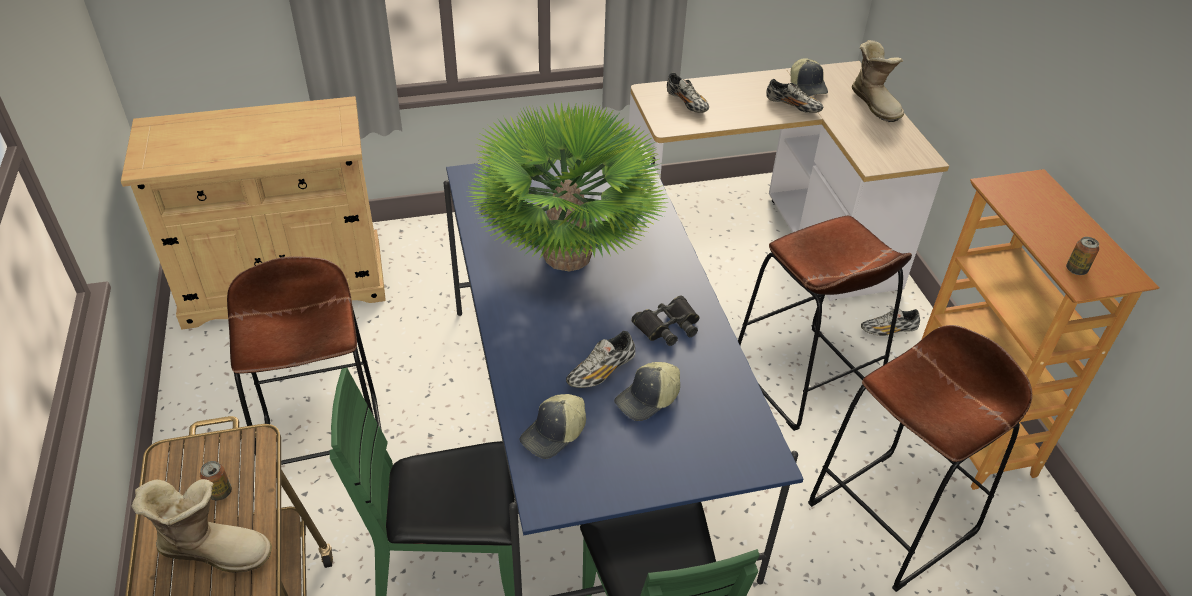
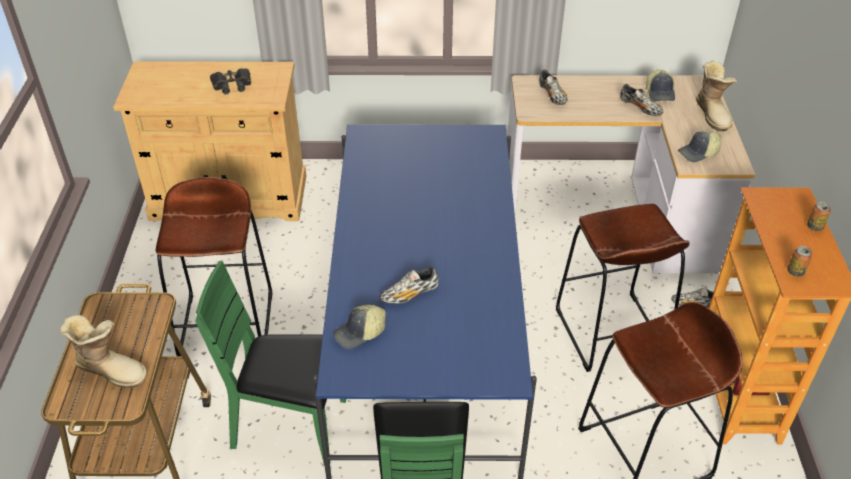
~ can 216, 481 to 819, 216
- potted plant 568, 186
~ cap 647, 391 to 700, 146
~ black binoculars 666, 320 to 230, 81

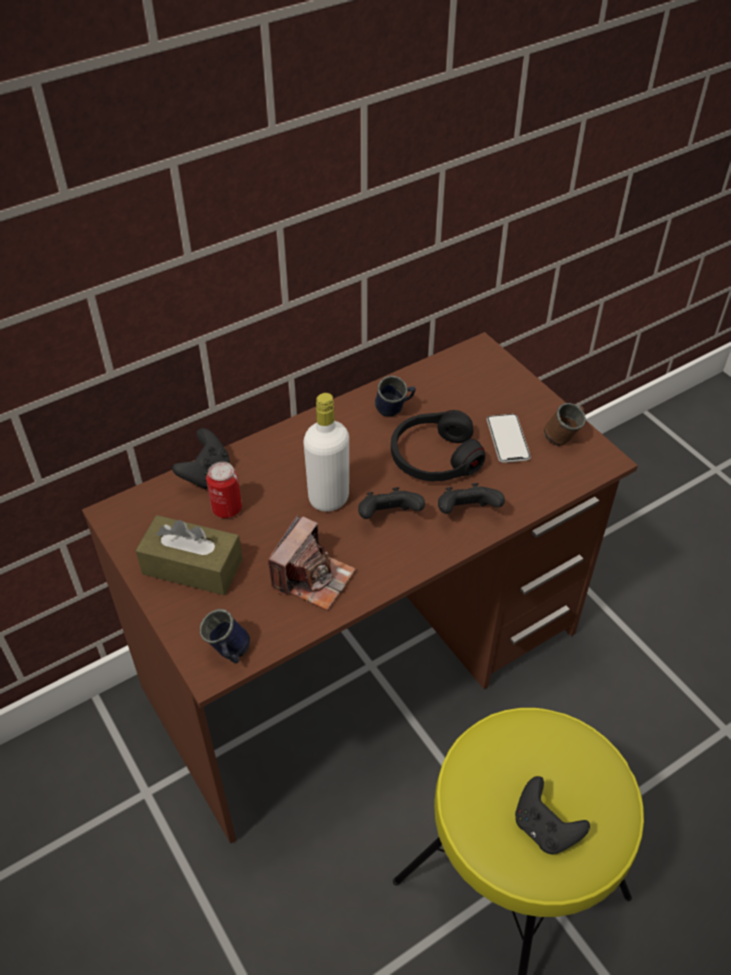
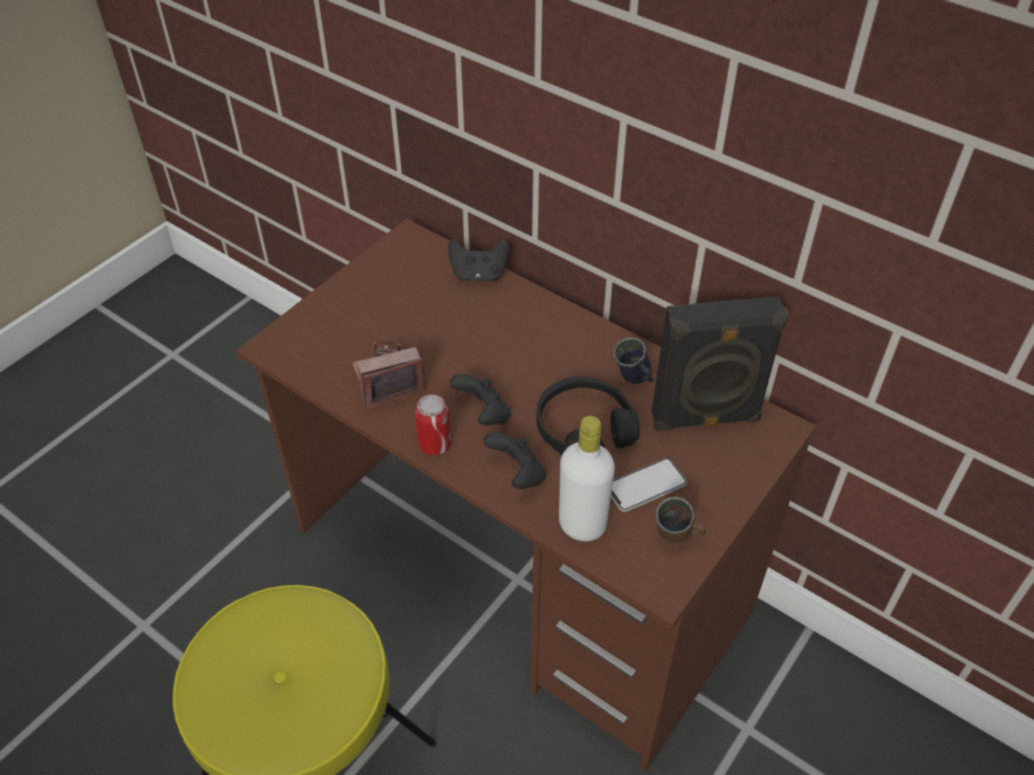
- brown tissue box 189, 555
- blue mug 225, 636
~ can 224, 490 to 433, 425
~ photo camera 312, 562 = 388, 375 150 degrees clockwise
~ white bottle 326, 452 to 587, 478
- black game controller 552, 815
+ black speaker 720, 363

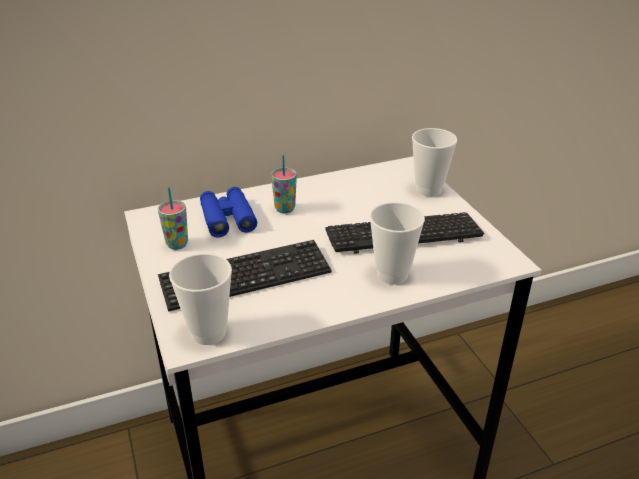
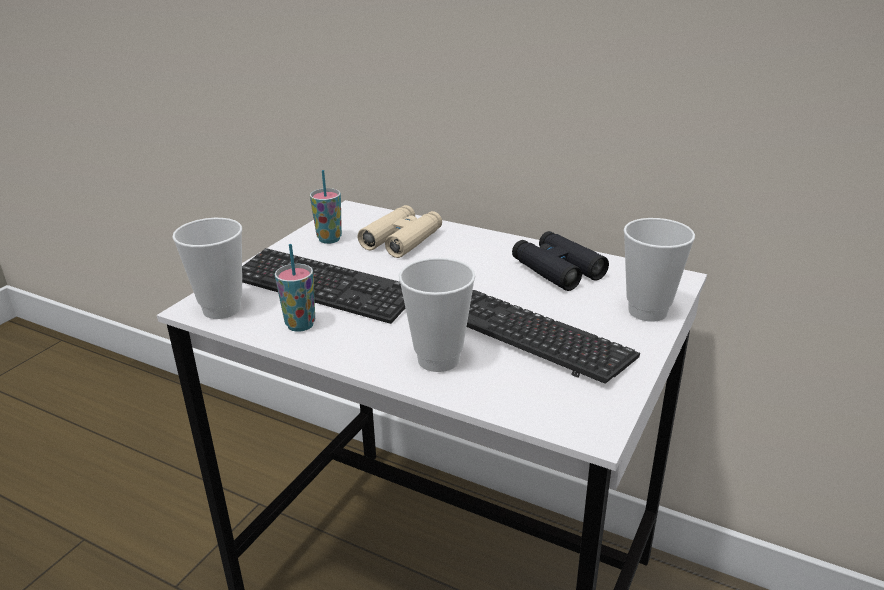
~ blue binoculars 228, 212 to beige binoculars 400, 231
~ cup 284, 184 to 295, 288
+ black binoculars 560, 261

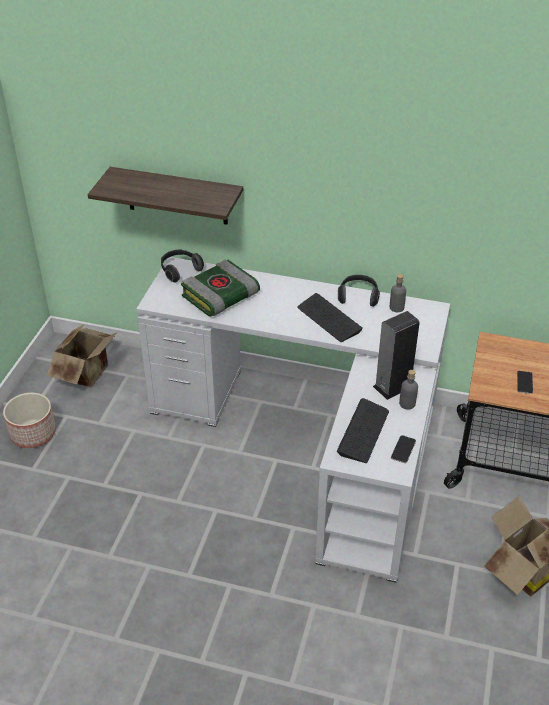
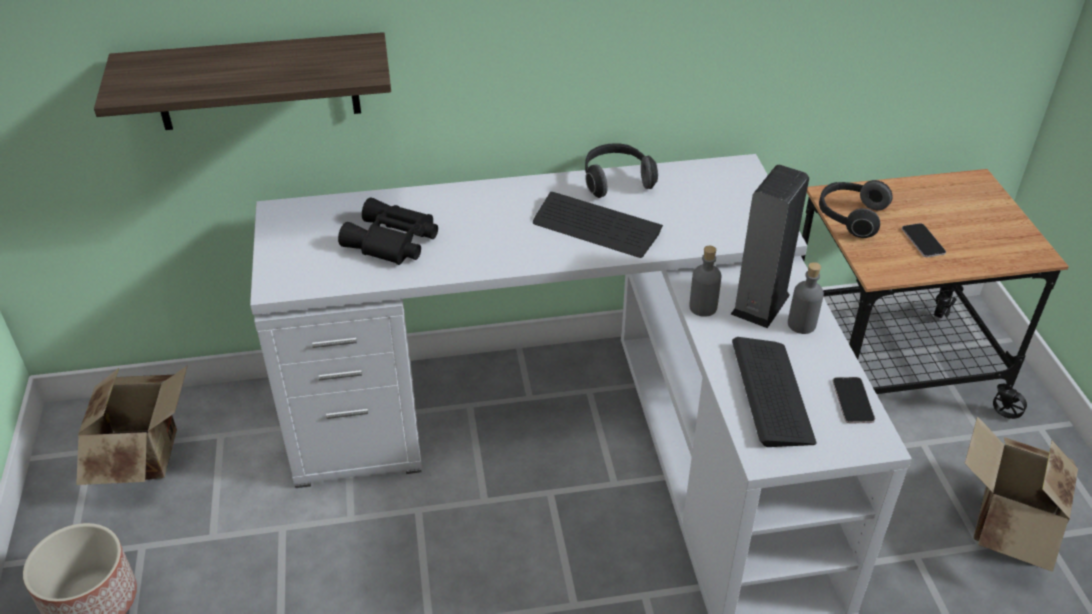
~ headphones 182, 266 to 856, 209
~ book 220, 288 to black binoculars 388, 231
~ grey bottle 398, 293 to 705, 281

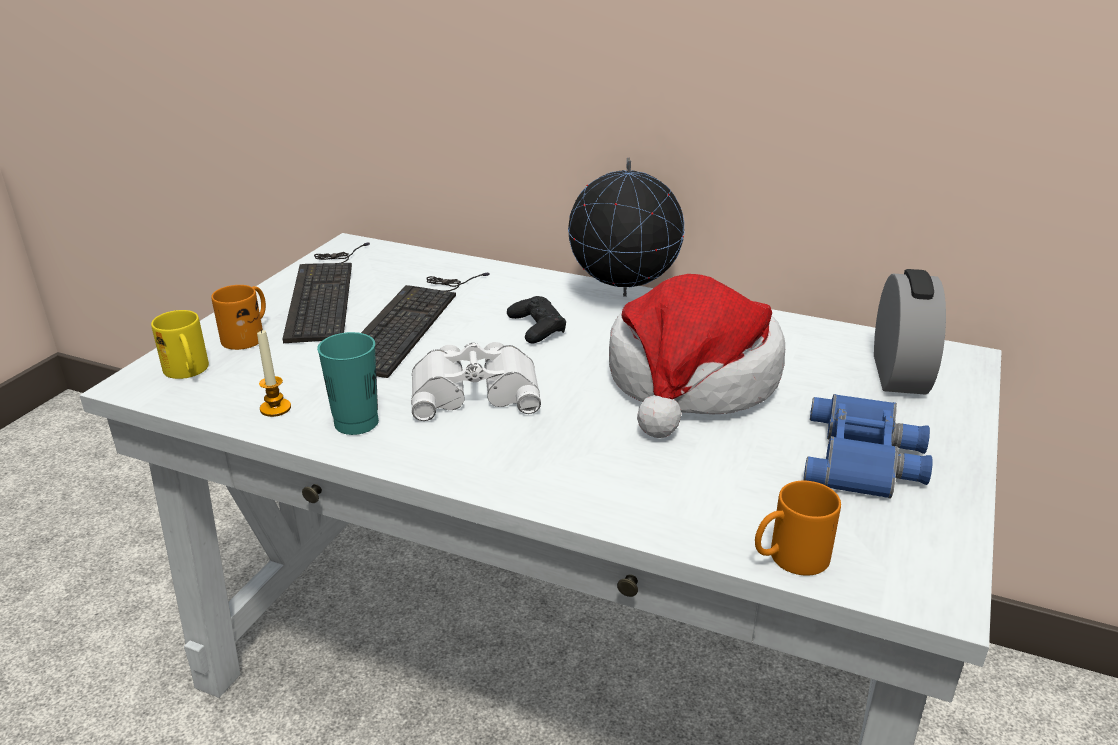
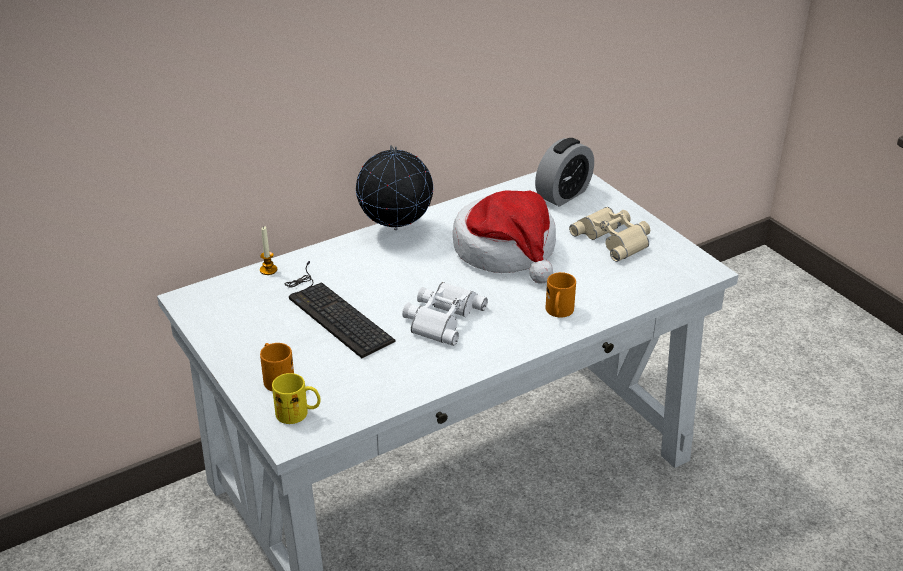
~ candle 274, 373 to 268, 250
- keyboard 326, 292
- turquoise cup 348, 383
- black game controller 536, 320
~ orange mug 798, 528 to 561, 295
~ blue binoculars 868, 446 to beige binoculars 609, 234
~ alarm clock 910, 332 = 564, 172 90 degrees clockwise

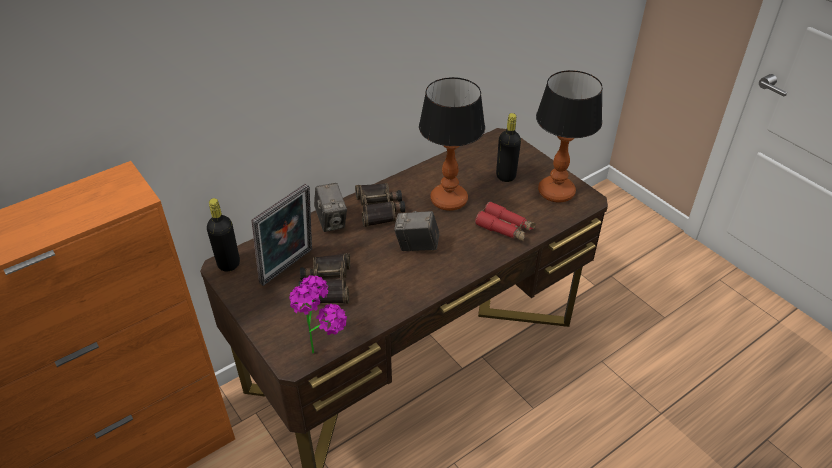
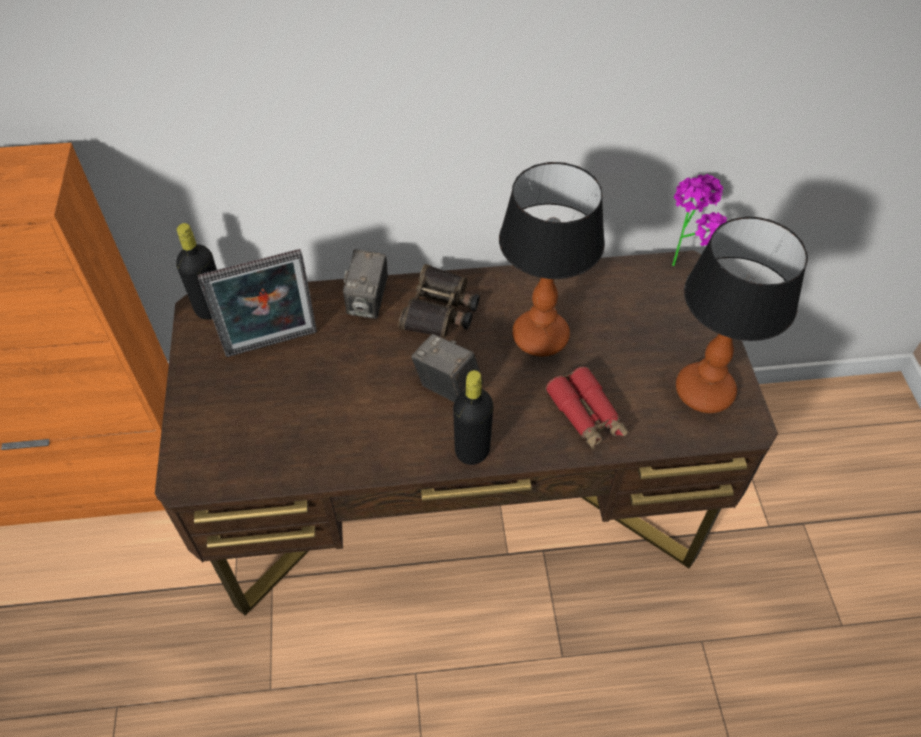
~ potted plant 318, 314 to 699, 220
- binoculars 324, 278
~ black bottle 508, 147 to 473, 417

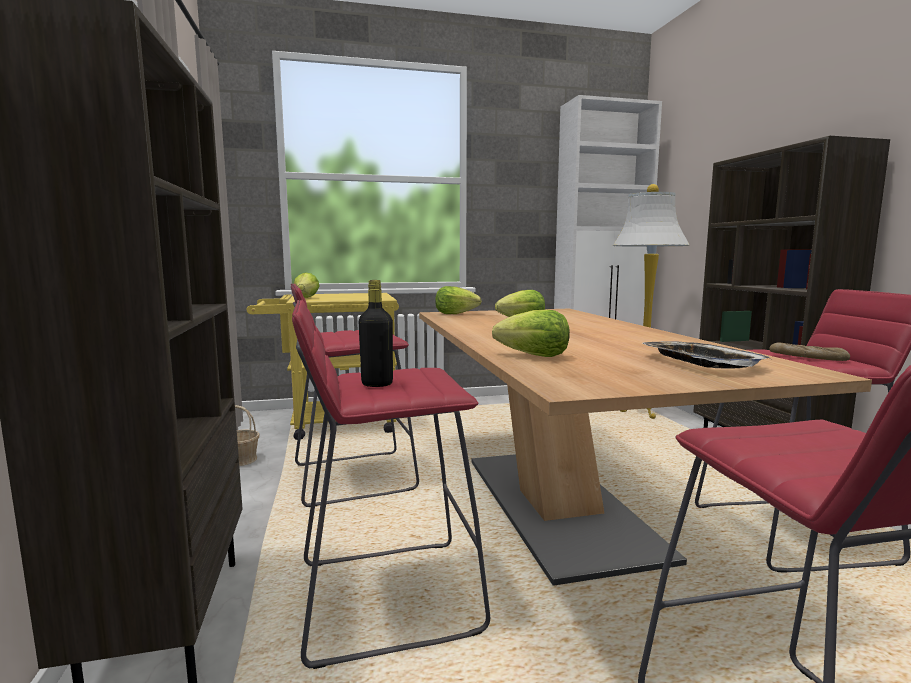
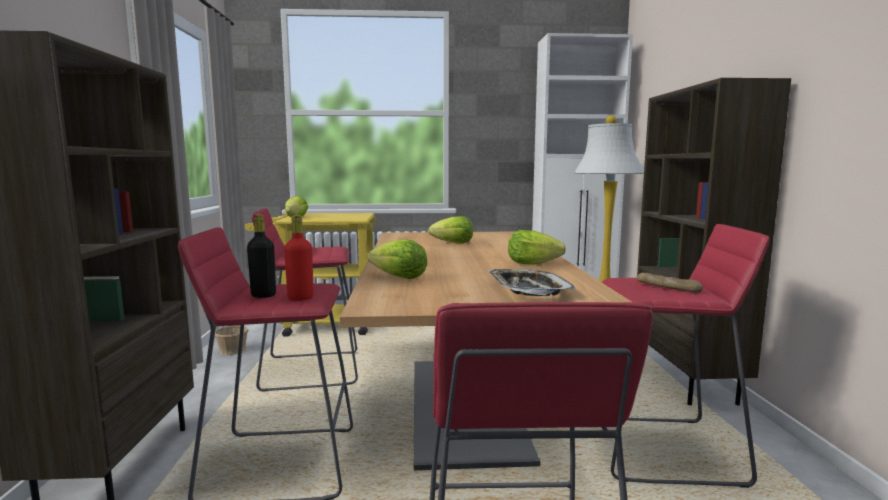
~ lettuce 458, 300 to 537, 247
+ red bottle 299, 258

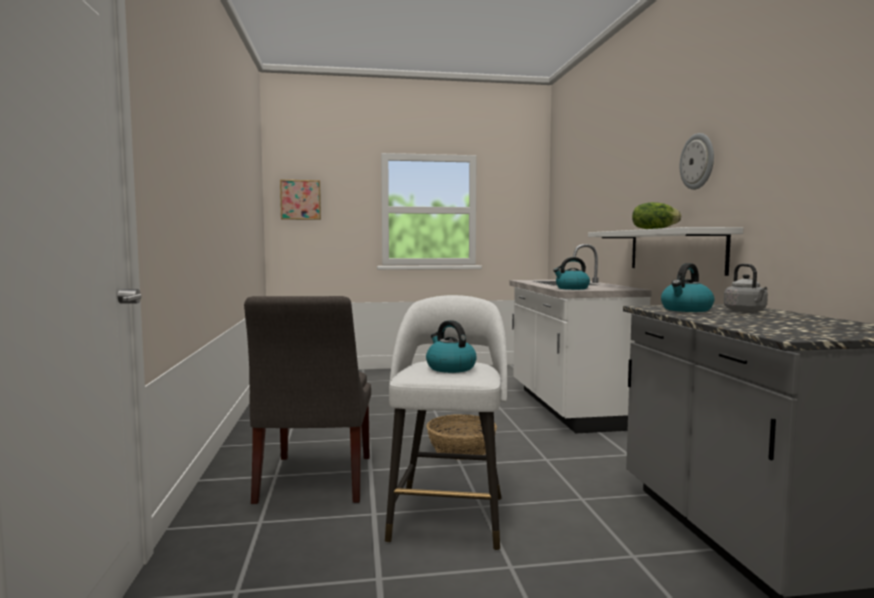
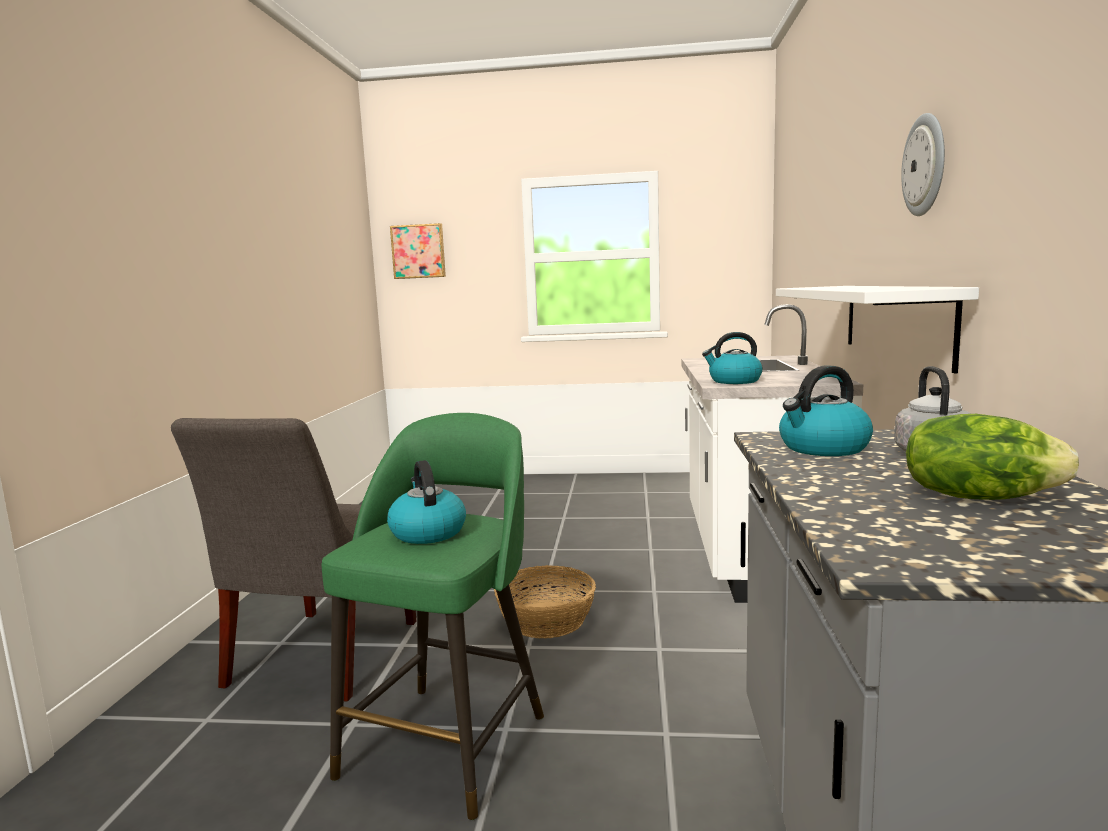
~ white stool 446, 422 to green stool 433, 616
~ lettuce 656, 215 to 992, 457

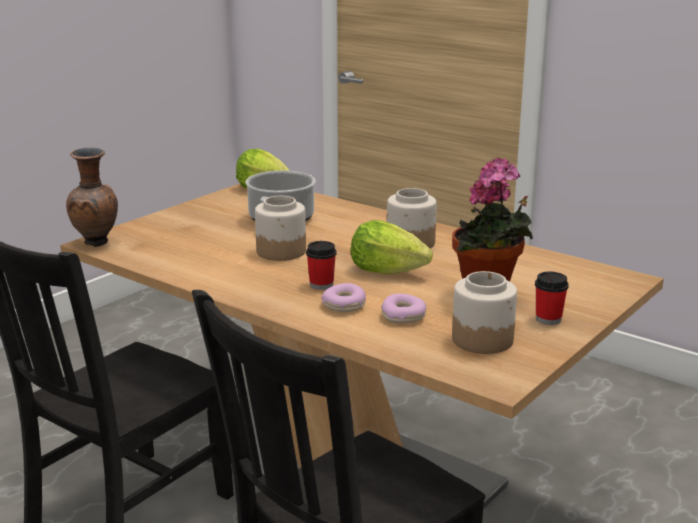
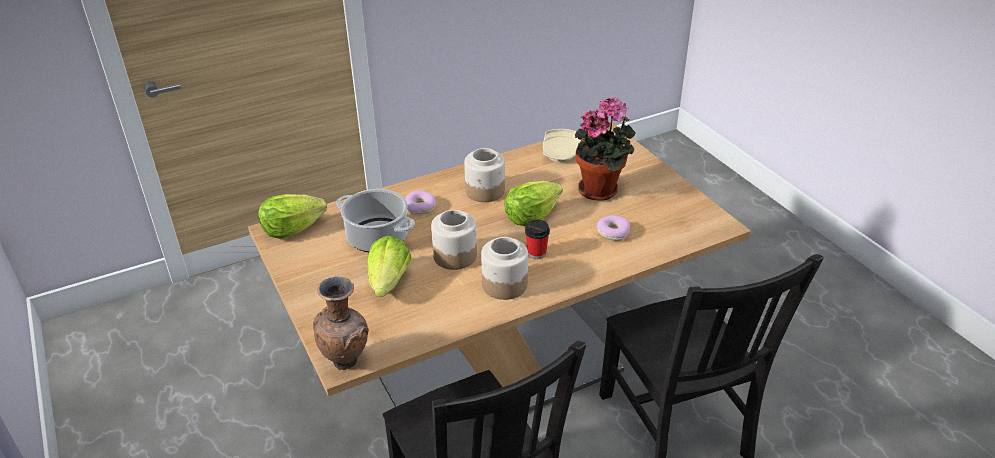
~ donut 343, 297 to 420, 203
~ jar 484, 312 to 504, 268
- cup 552, 298
+ lettuce 389, 266
+ beige plate 562, 145

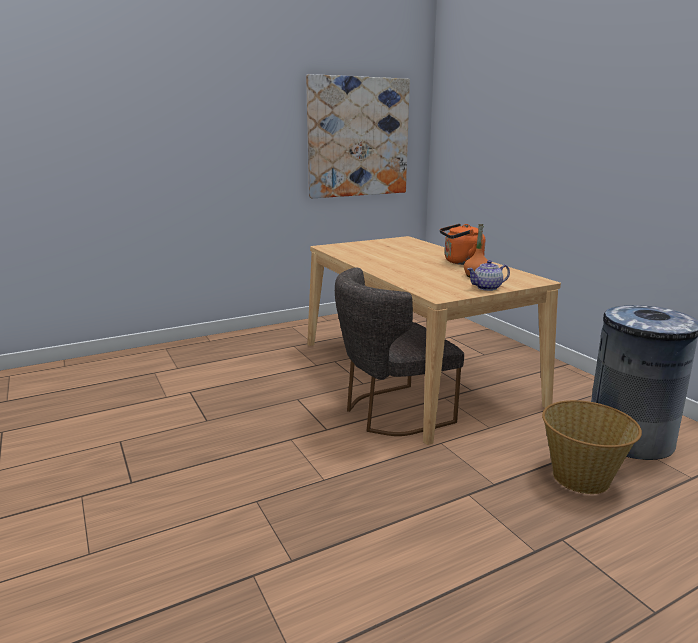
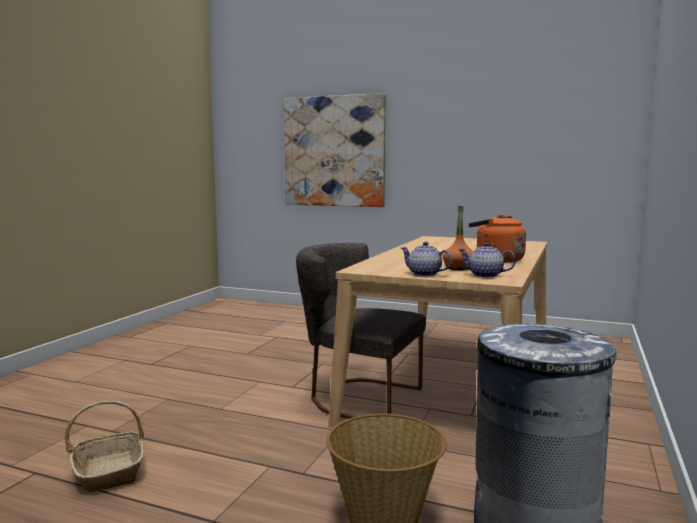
~ picture 358, 136 to 335, 150
+ basket 105, 446
+ teapot 487, 260

